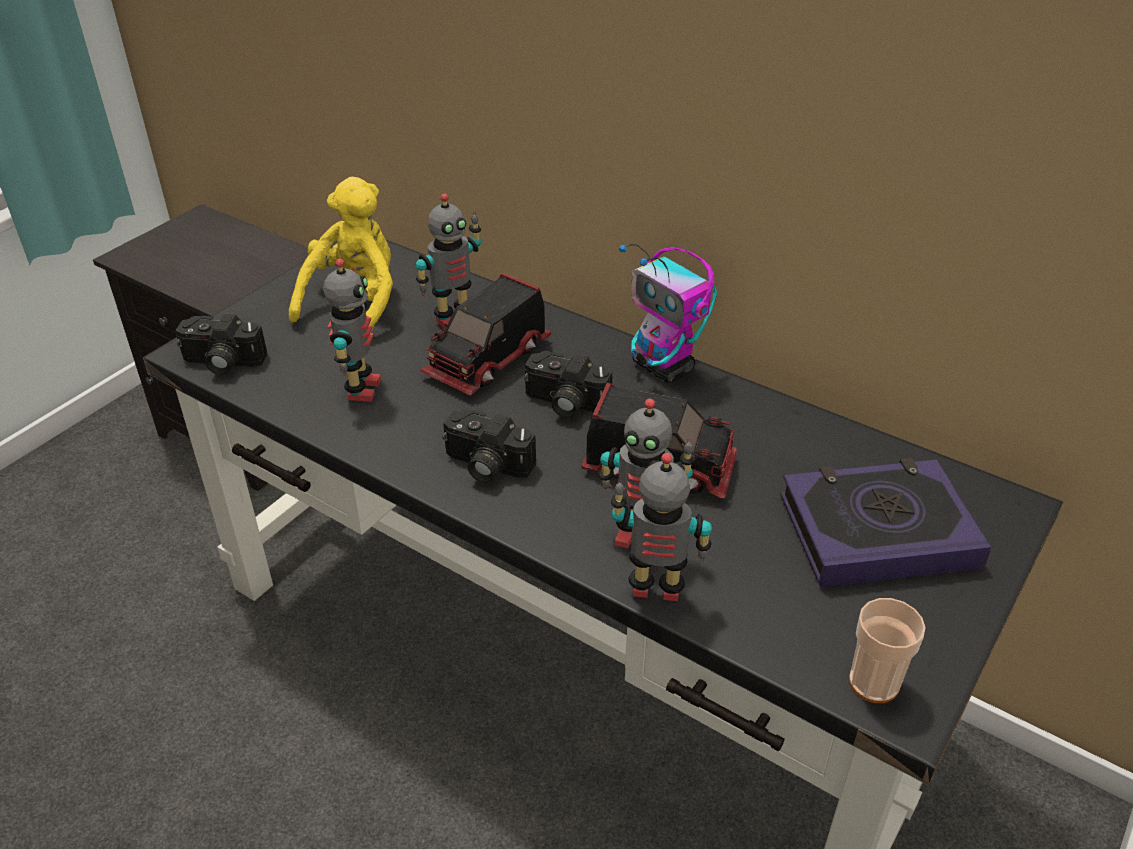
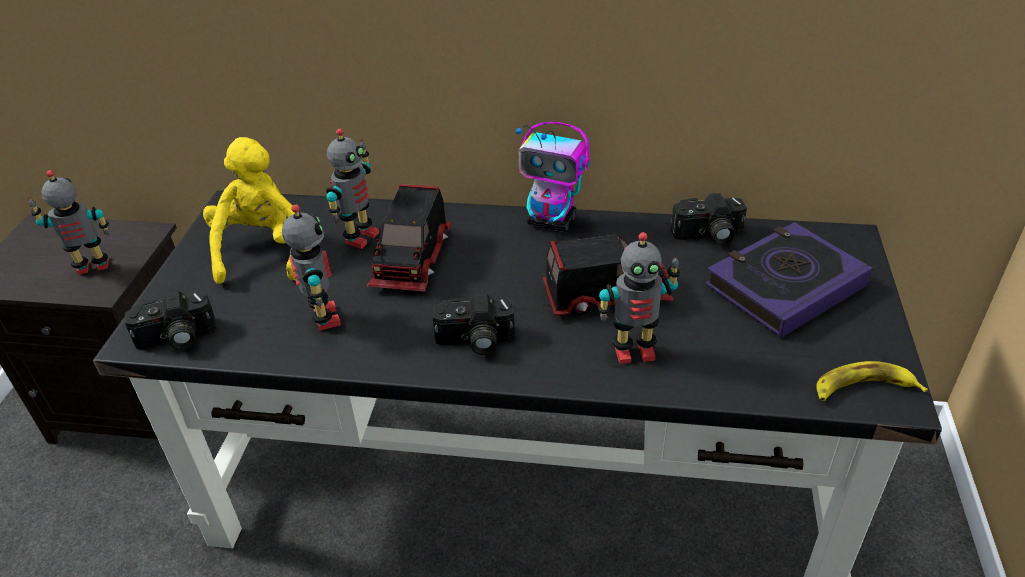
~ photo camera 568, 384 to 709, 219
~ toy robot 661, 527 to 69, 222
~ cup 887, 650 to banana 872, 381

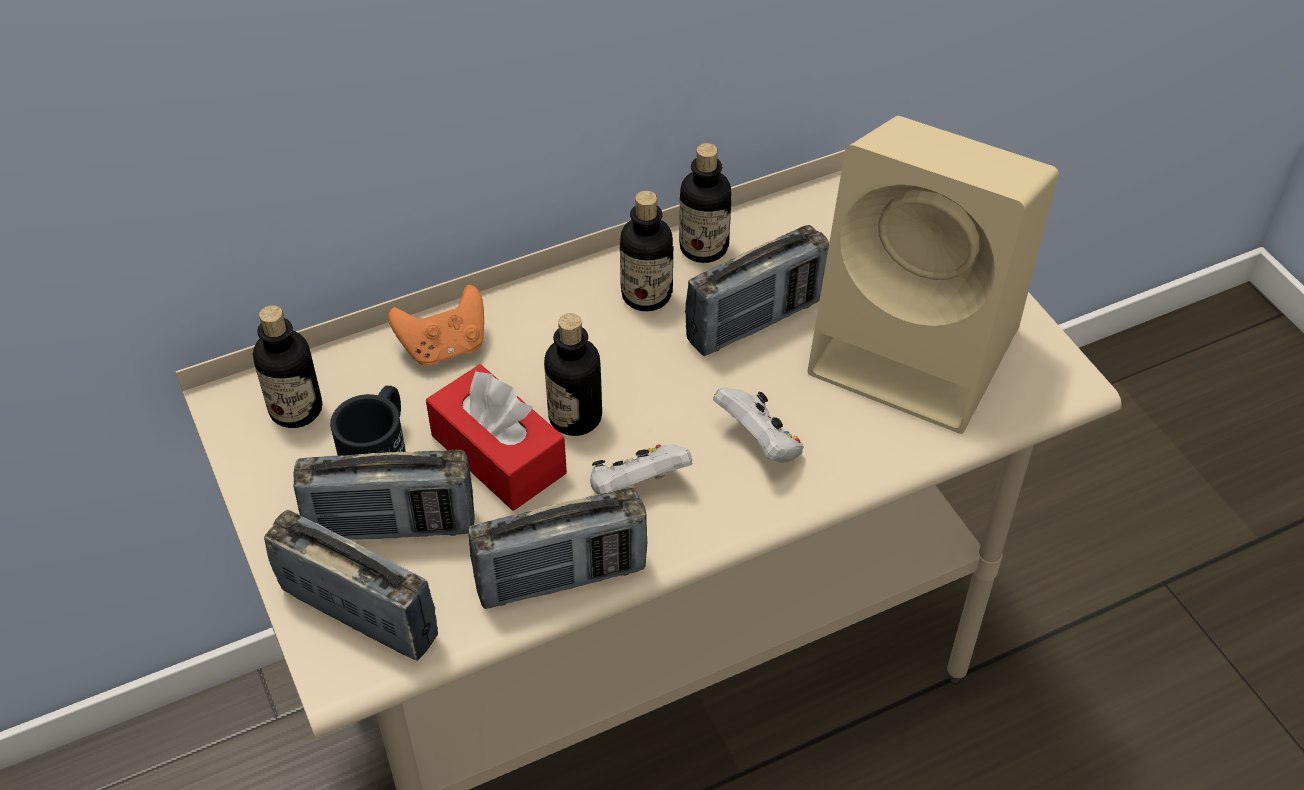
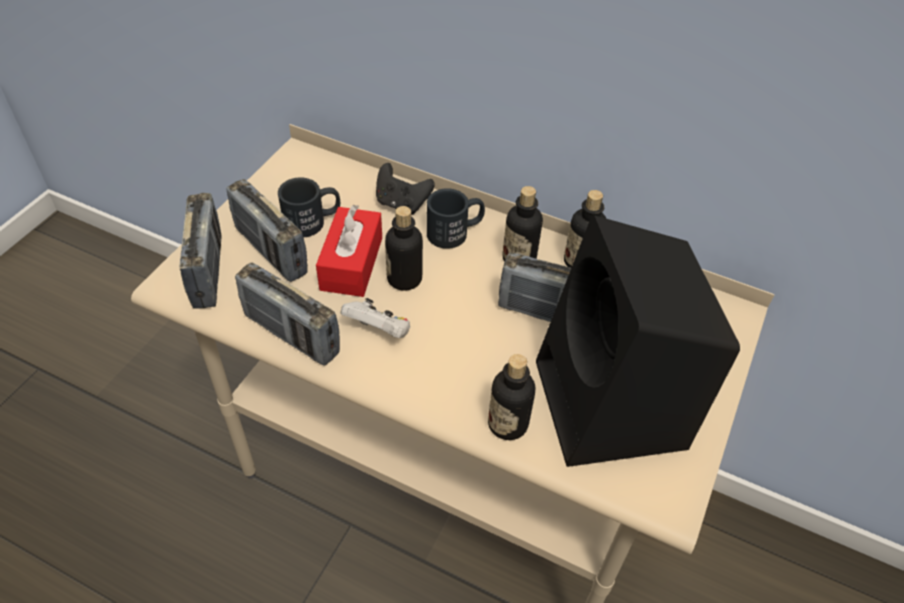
~ bottle 287, 366 to 511, 397
~ orange game controller 436, 325 to black game controller 405, 189
- white game controller 758, 425
~ beige speaker 933, 275 to black speaker 638, 341
+ black mug 456, 218

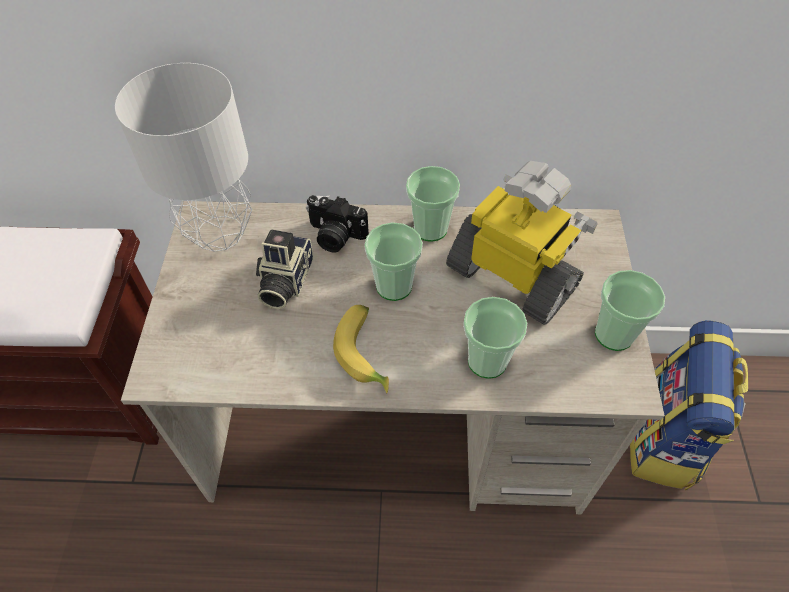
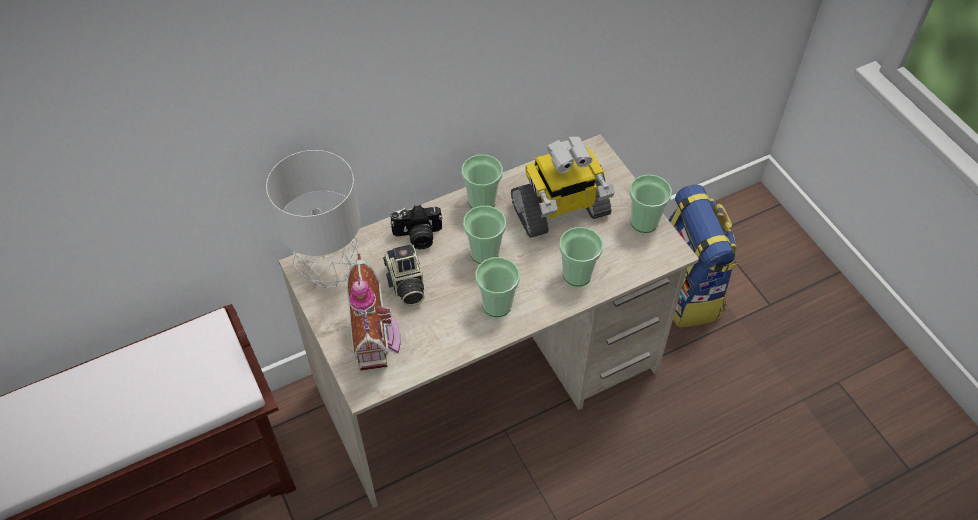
~ banana 361, 349 to cup 497, 287
~ toy robot 522, 243 = 563, 187 150 degrees clockwise
+ toy house 374, 312

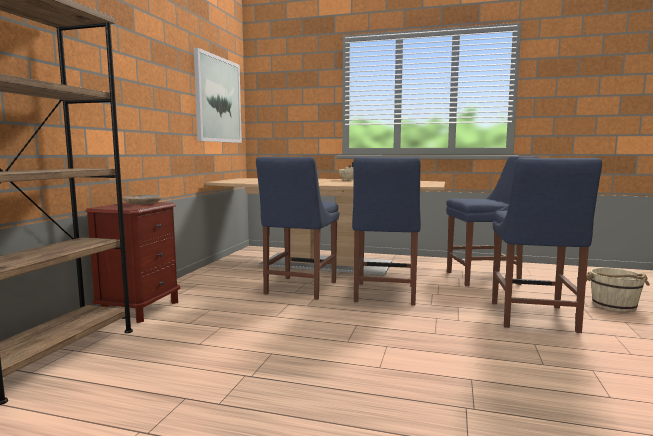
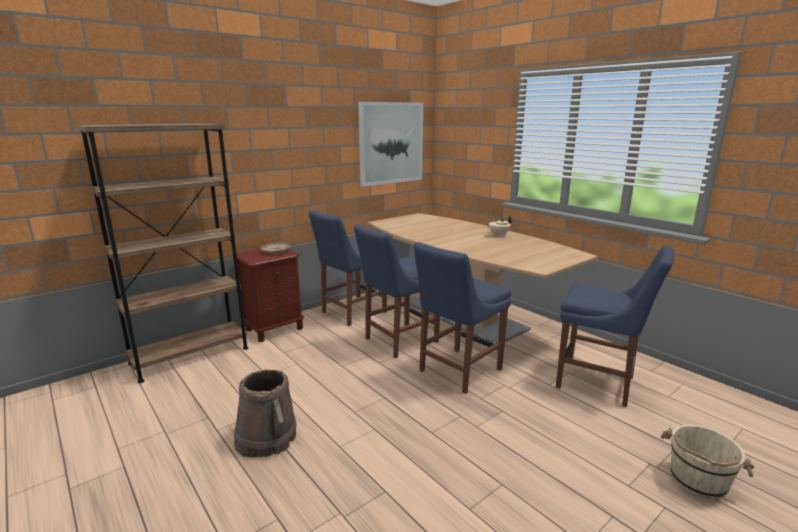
~ blue chair 547, 245 to 348, 268
+ brown bucket 265, 413

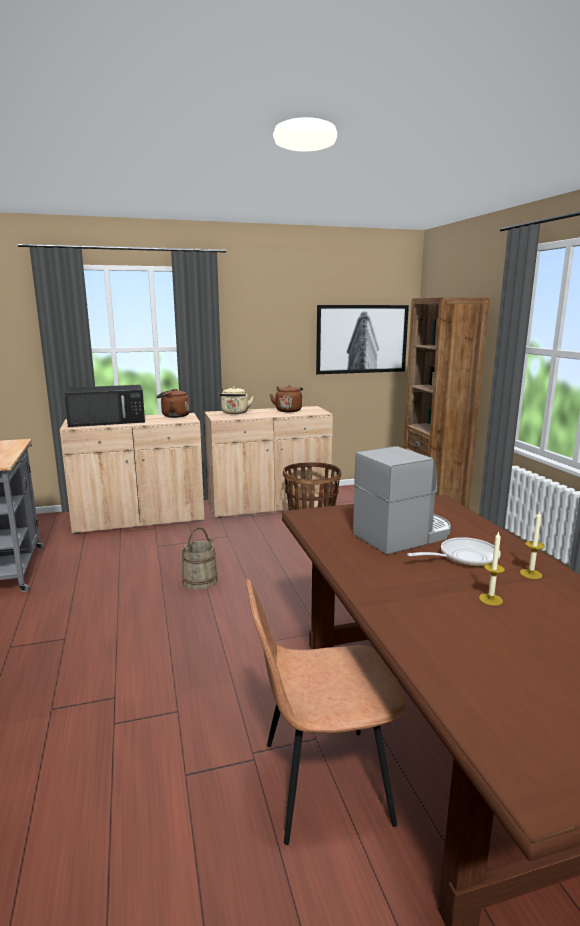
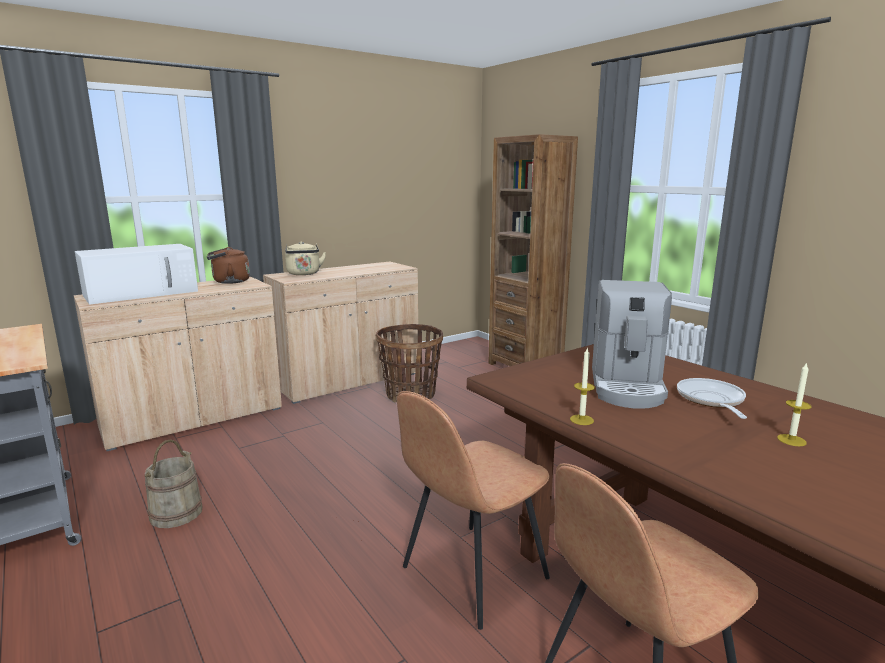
~ black microwave 104, 406 to white microwave 136, 274
~ beige bucket 200, 558 to 174, 484
- brown kettle 286, 398
- picture 362, 339
~ coffee machine 402, 500 = 632, 344 150 degrees clockwise
~ frying pan 454, 552 = 712, 398 45 degrees counterclockwise
~ candle 532, 545 to 582, 386
+ brown chair 473, 510

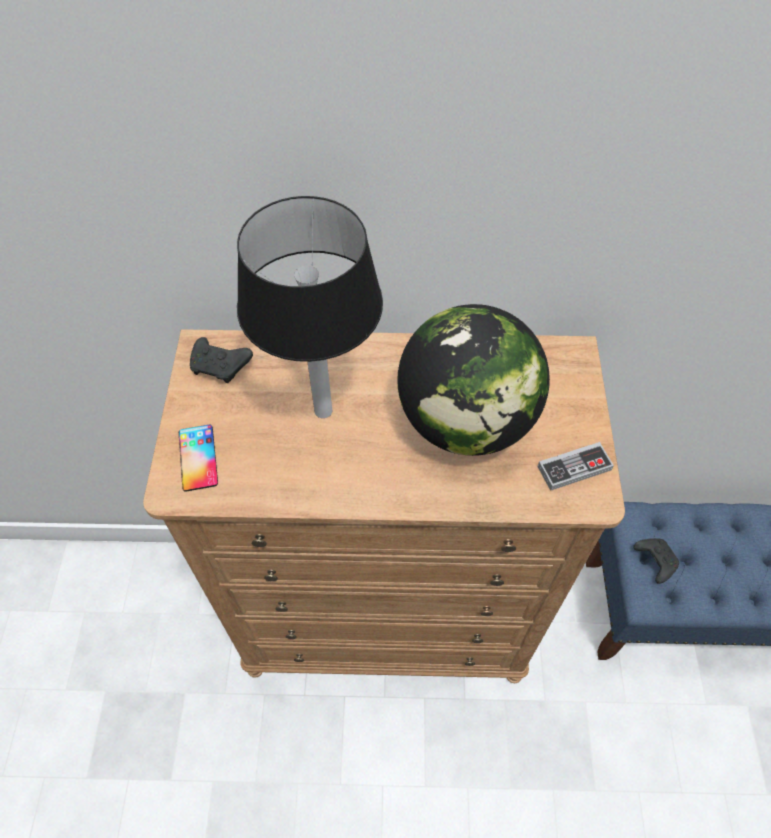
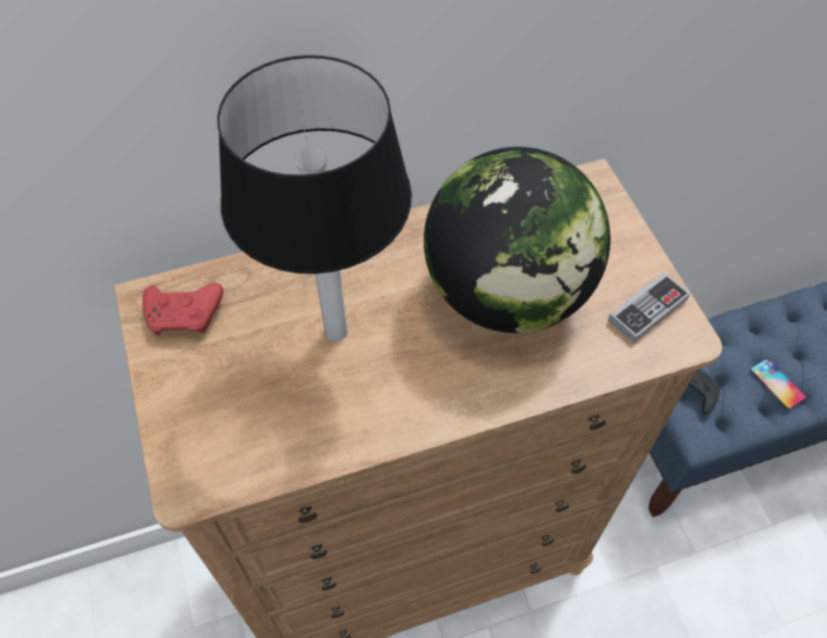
~ phone 198, 458 to 778, 383
~ black game controller 221, 360 to red game controller 183, 309

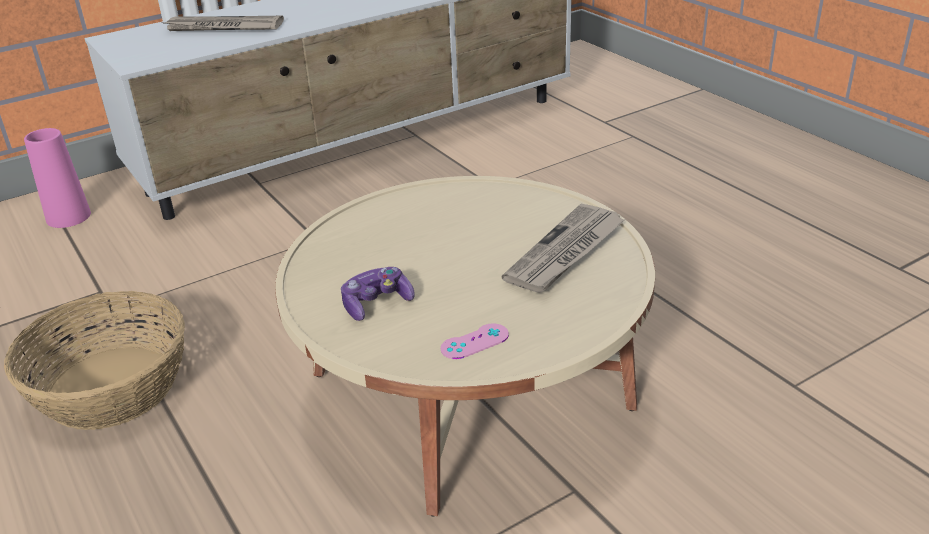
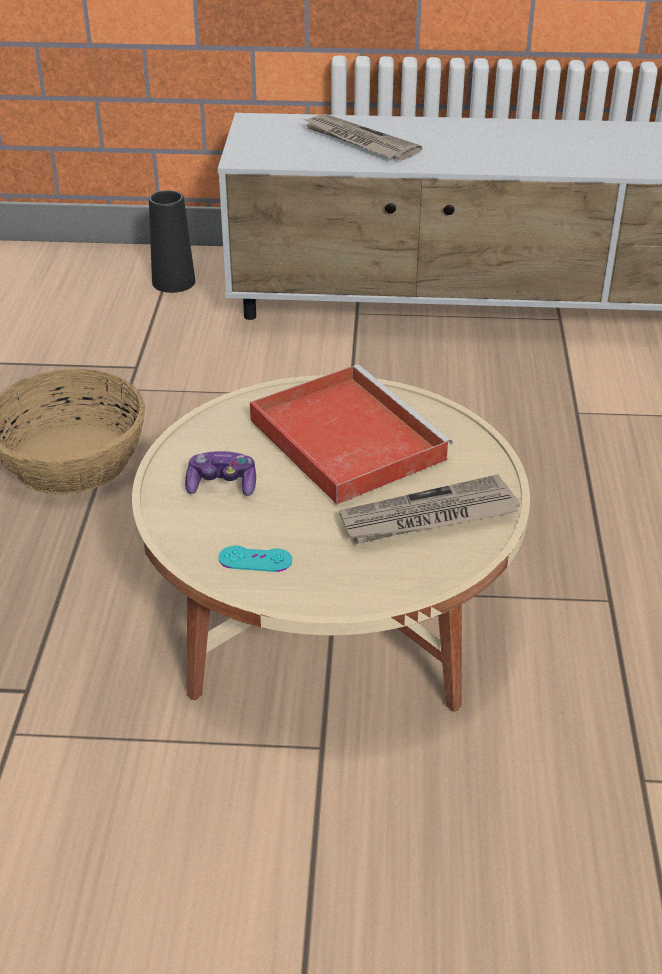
~ pink vase 57, 178 to black vase 172, 241
~ pink game controller 475, 341 to turquoise game controller 255, 559
+ red tray 351, 434

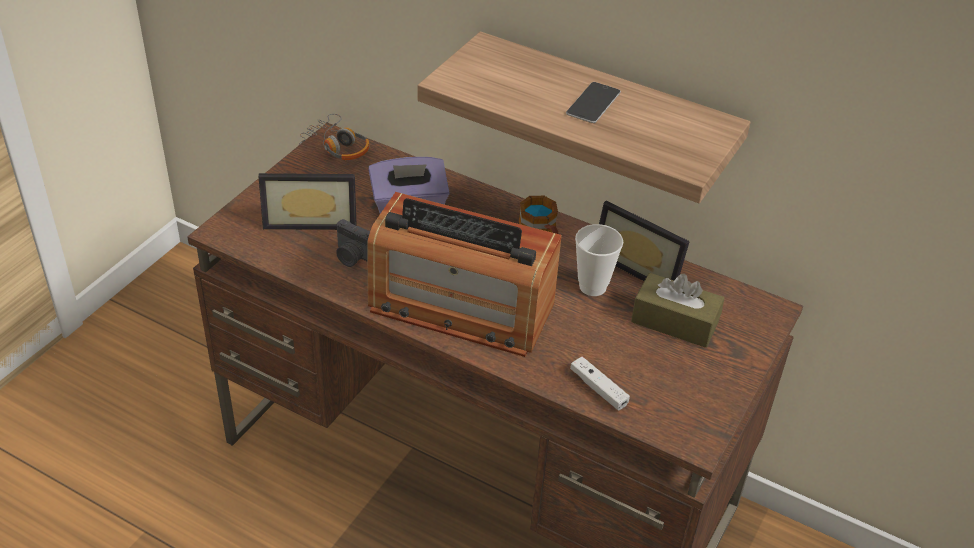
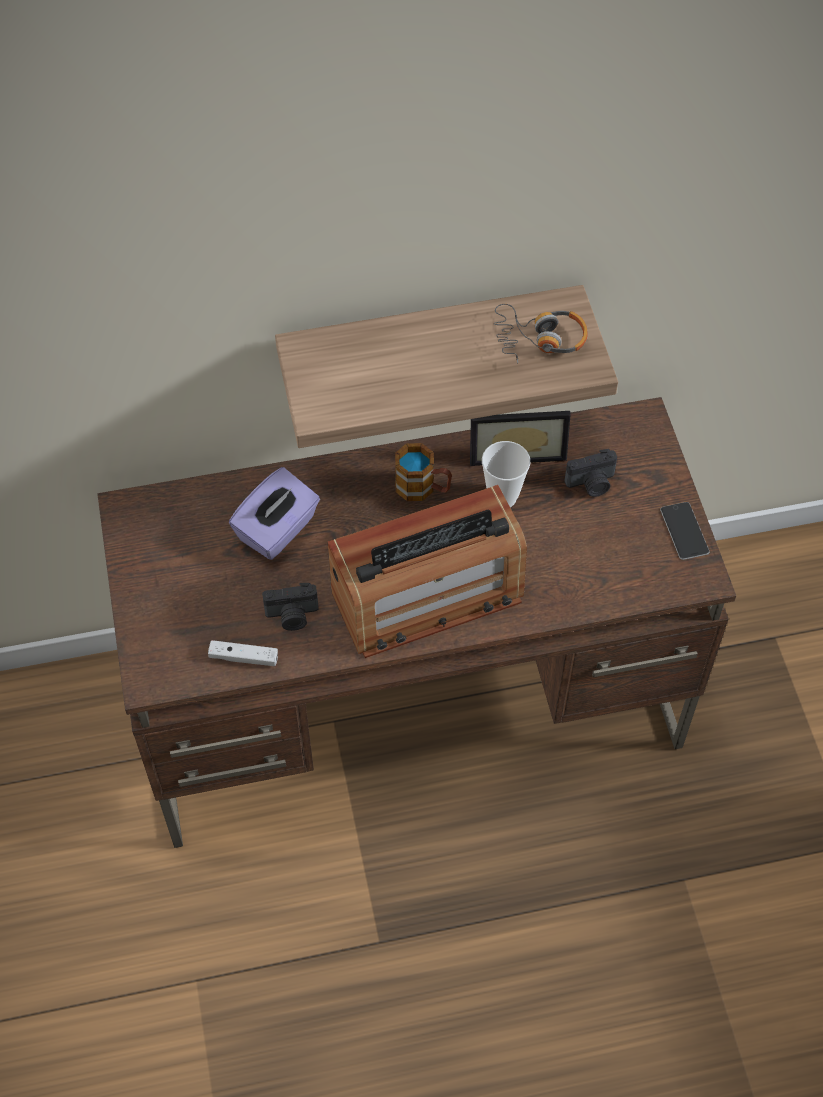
- picture frame 307, 201
~ headphones 334, 137 to 541, 333
~ phone 593, 102 to 685, 531
~ white game controller 600, 383 to 243, 653
~ brown tissue box 677, 310 to photo camera 590, 473

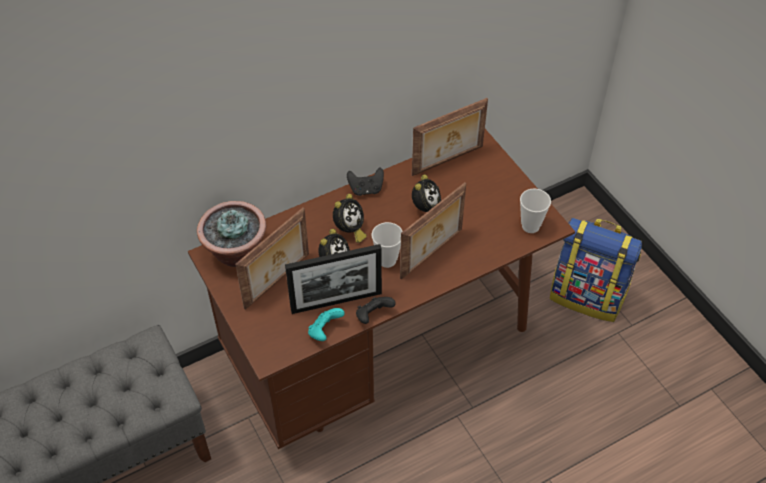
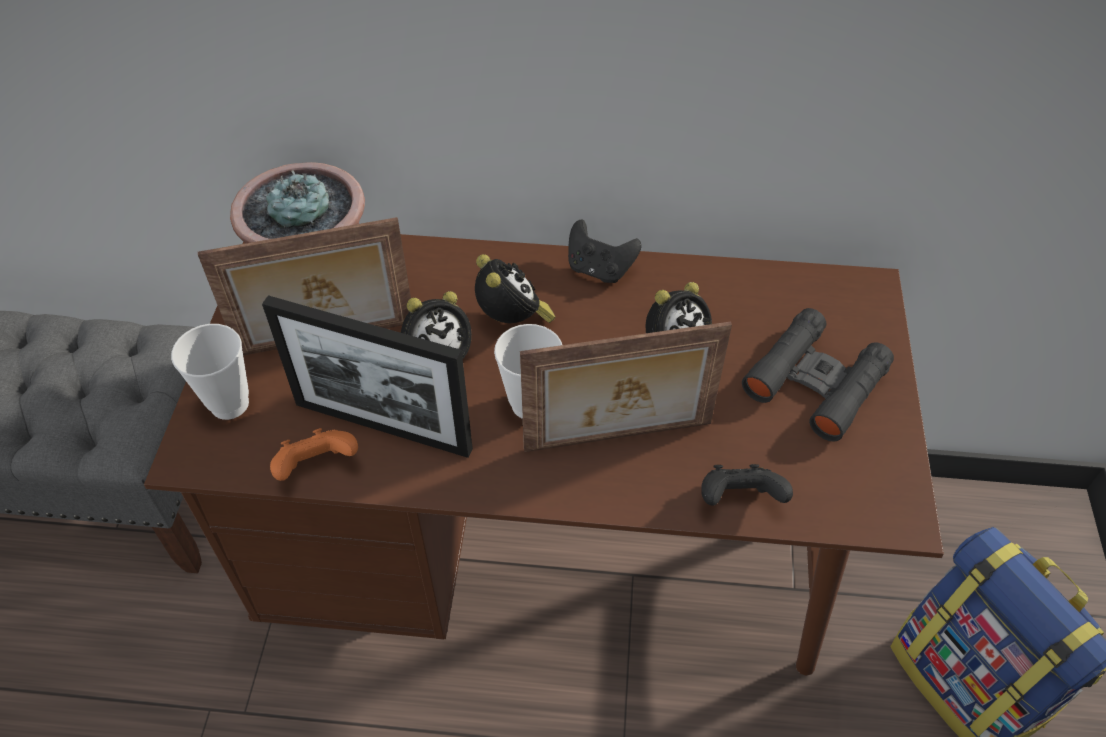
~ turquoise game controller 326, 324 to orange game controller 314, 454
~ alarm clock 350, 218 = 515, 288 90 degrees counterclockwise
~ black game controller 376, 310 to 747, 485
- picture frame 450, 137
~ cup 535, 211 to 210, 372
+ black binoculars 818, 374

